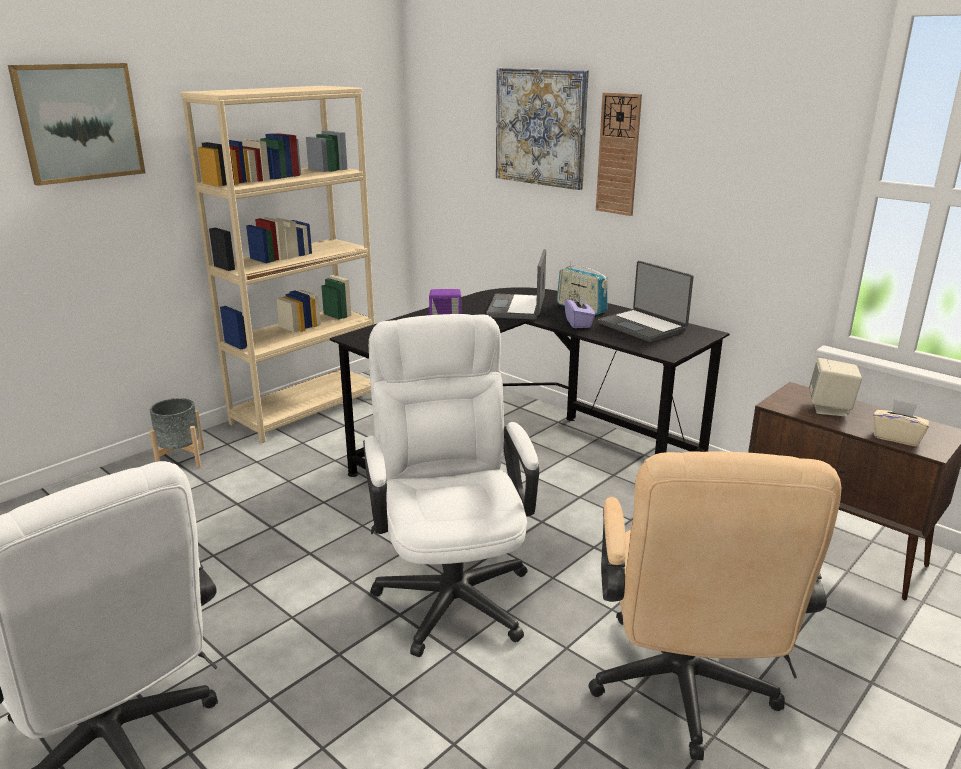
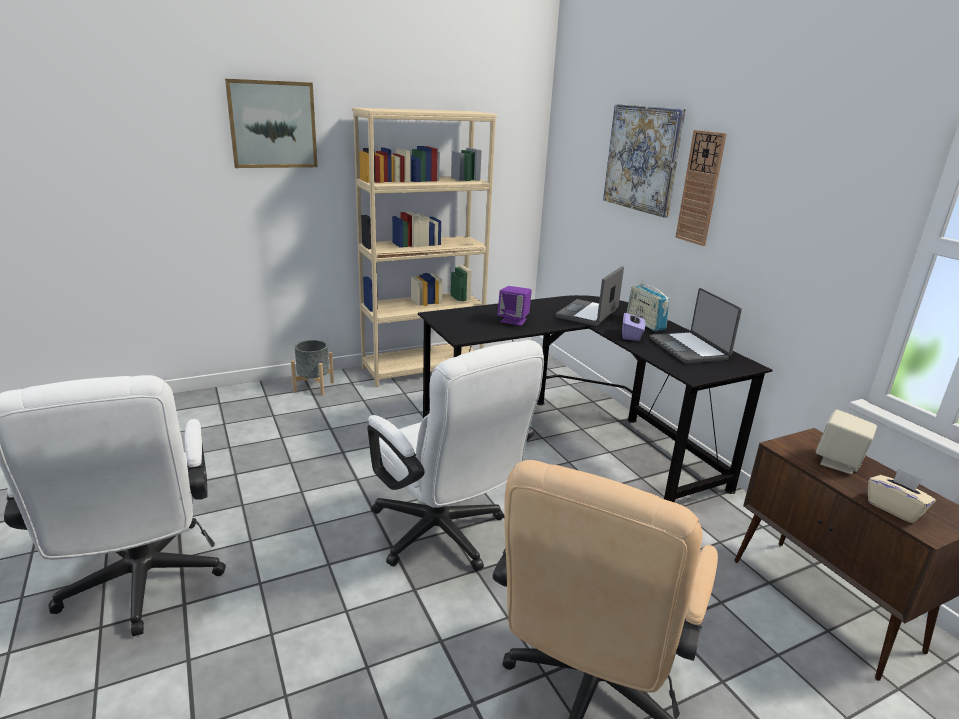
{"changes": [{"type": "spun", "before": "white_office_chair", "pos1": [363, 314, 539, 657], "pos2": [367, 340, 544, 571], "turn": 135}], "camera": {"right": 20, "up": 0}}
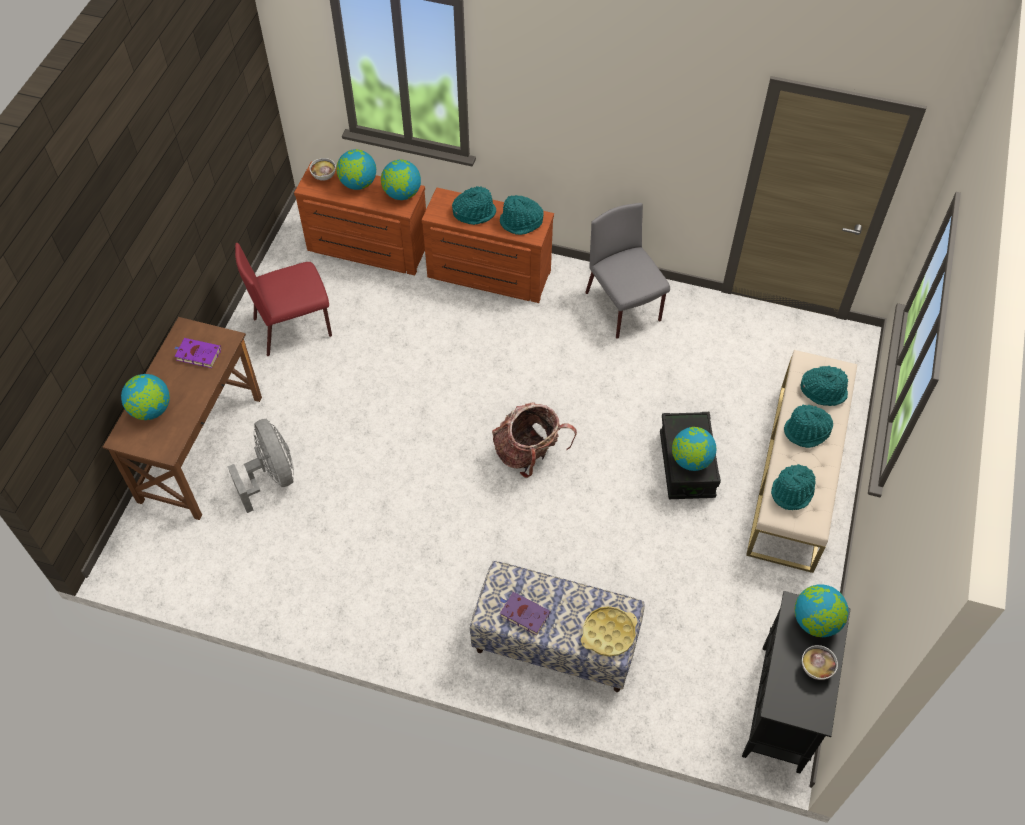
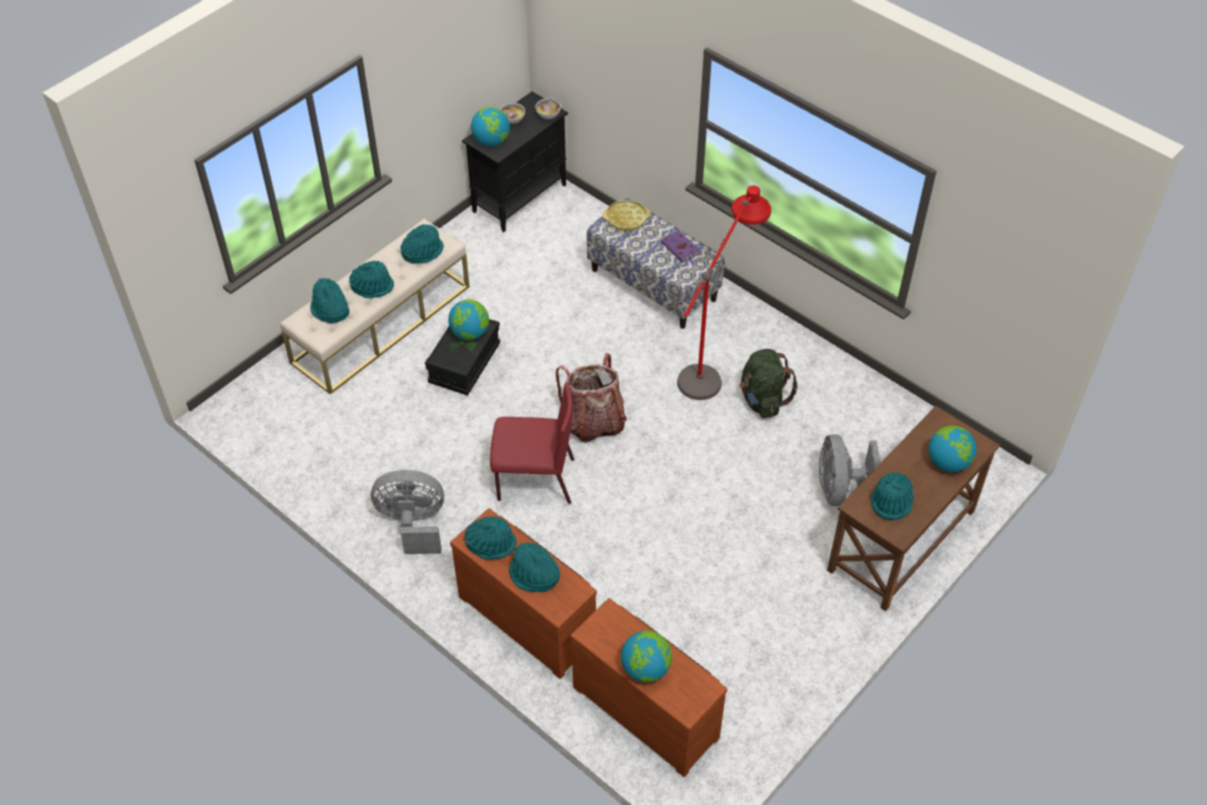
{"changes": [{"type": "exchanged", "before": "purple_book", "after": "turquoise_hat", "pos1": [174, 338, 221, 368], "pos2": [871, 472, 914, 520]}, {"type": "relocated", "before": "red_chair", "pos1": [235, 243, 332, 356], "pos2": [490, 382, 574, 504]}, {"type": "relocated", "before": "bowl", "pos1": [309, 158, 336, 181], "pos2": [536, 98, 561, 119]}, {"type": "missing", "before": "globe", "pos1": [381, 159, 421, 200]}, {"type": "exchanged", "before": "grey_chair", "after": "grey_fan", "pos1": [585, 203, 670, 339], "pos2": [371, 470, 444, 554]}, {"type": "appeared", "after": "red_floor_lamp", "pos2": [677, 186, 771, 400]}, {"type": "appeared", "after": "green_backpack", "pos2": [739, 349, 798, 419]}], "camera": {"right": -155, "up": -5}}
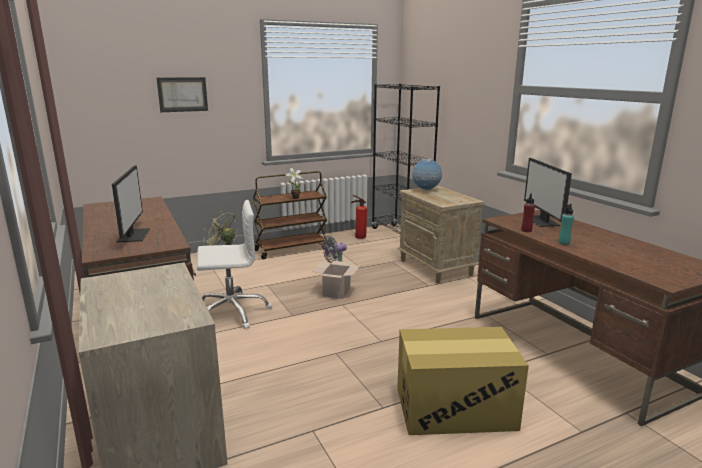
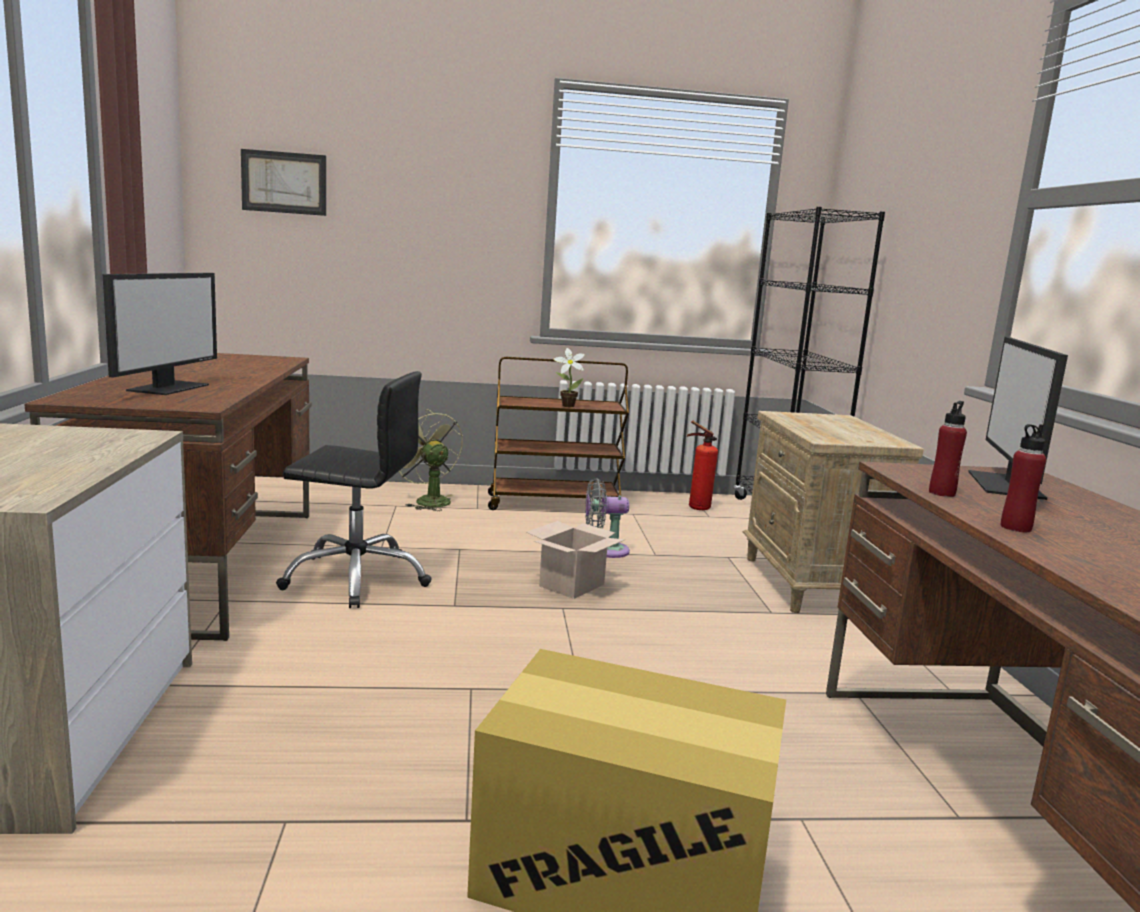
{"changes": [{"type": "relocated", "before": "picture", "pos1": [157, 77, 208, 112], "pos2": [241, 149, 326, 216]}, {"type": "colour", "before": "white_office_chair", "after": "black_office_chair", "pos1": [197, 200, 272, 329], "pos2": [276, 371, 432, 608]}, {"type": "missing", "before": "globe", "pos1": [412, 159, 442, 191]}, {"type": "colour", "before": "turquoise_bottle", "after": "red_bottle", "pos1": [558, 204, 574, 245], "pos2": [1001, 424, 1046, 532]}], "camera": {"right": 20, "up": -5}}
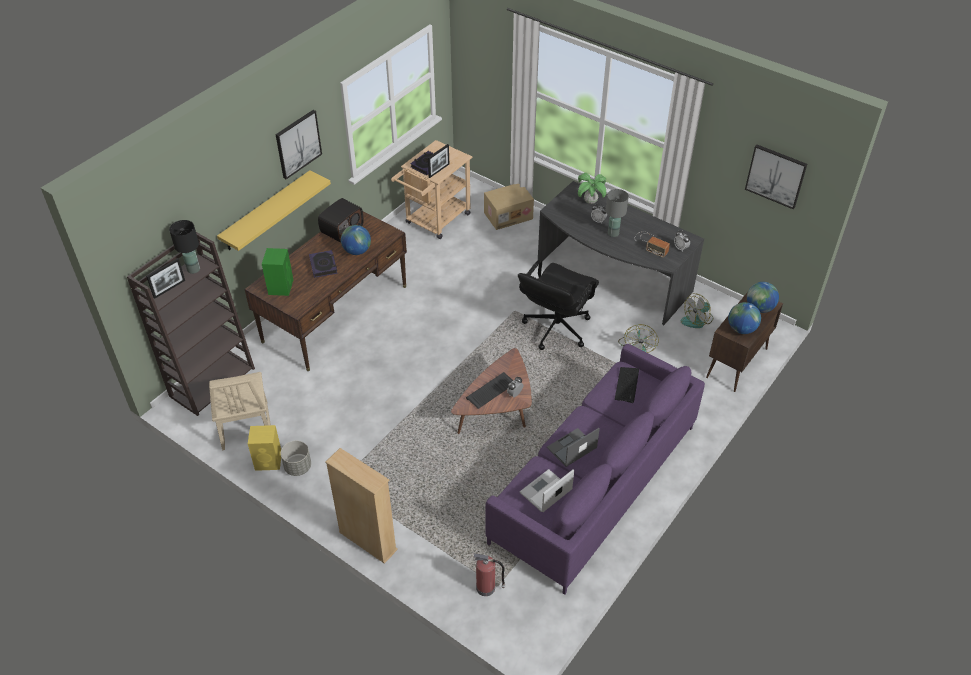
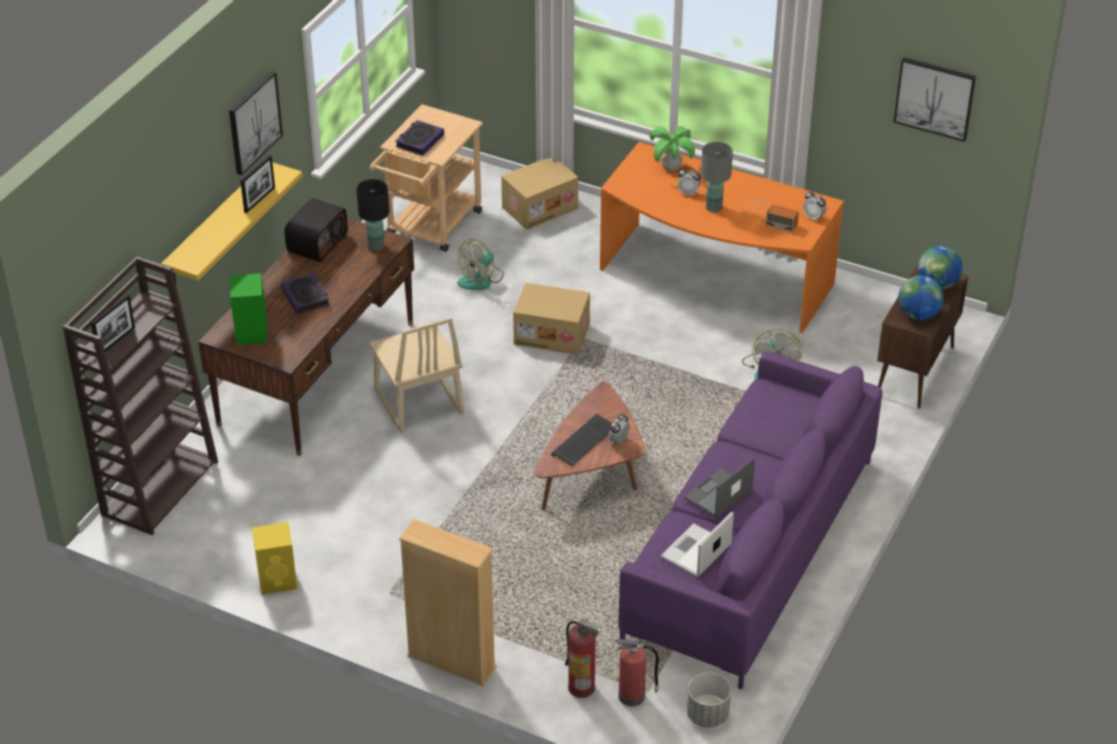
{"changes": [{"type": "relocated", "before": "black_table_lamp", "pos1": [169, 220, 200, 274], "pos2": [356, 179, 389, 251]}, {"type": "relocated", "before": "beige_chair", "pos1": [209, 372, 271, 450], "pos2": [369, 317, 464, 433]}, {"type": "relocated", "before": "grey_planter", "pos1": [281, 441, 311, 476], "pos2": [687, 672, 731, 728]}, {"type": "missing", "before": "globe", "pos1": [341, 225, 371, 255]}, {"type": "relocated", "before": "picture_frame", "pos1": [428, 144, 449, 178], "pos2": [240, 155, 275, 213]}, {"type": "missing", "before": "black_office_chair", "pos1": [518, 259, 599, 350]}, {"type": "colour", "before": "grey_desk", "after": "orange_desk", "pos1": [538, 181, 704, 325], "pos2": [600, 142, 844, 333]}, {"type": "missing", "before": "keyboard", "pos1": [615, 367, 639, 403]}, {"type": "relocated", "before": "fan", "pos1": [681, 293, 713, 328], "pos2": [457, 239, 504, 290]}, {"type": "appeared", "after": "cardboard_box", "pos2": [513, 283, 590, 354]}, {"type": "appeared", "after": "fire_extinguisher", "pos2": [565, 619, 599, 698]}], "camera": {"right": -10, "up": -5}}
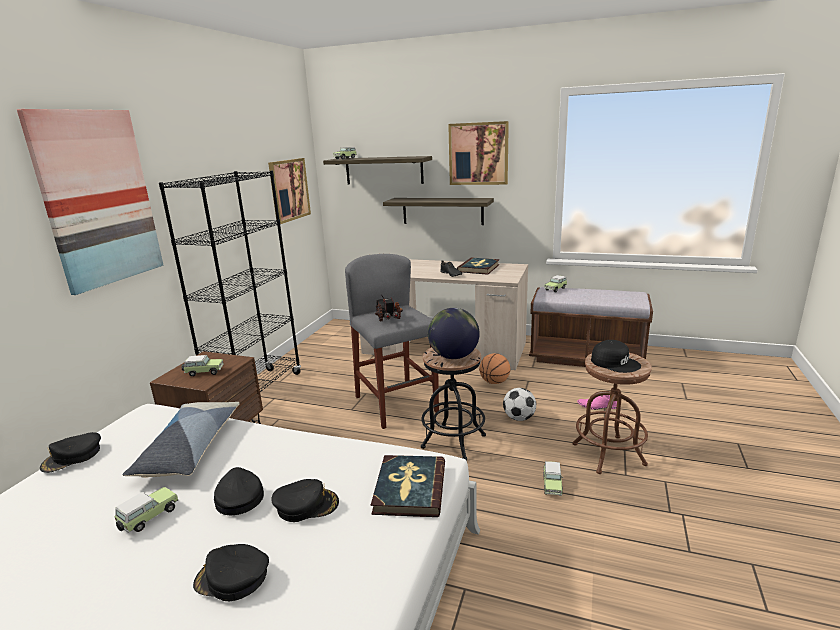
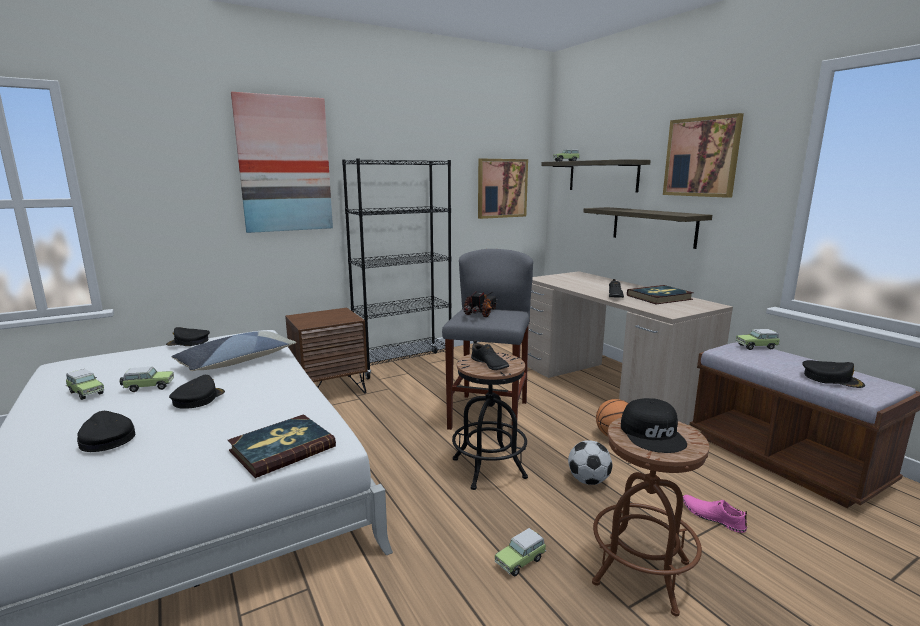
{"changes": [{"type": "relocated", "before": "toy_car", "pos1": [181, 355, 224, 377], "pos2": [66, 369, 104, 400]}, {"type": "relocated", "before": "black_cap", "pos1": [271, 479, 339, 522], "pos2": [803, 360, 865, 388]}, {"type": "exchanged", "before": "globe", "after": "black_shoe", "pos1": [428, 308, 480, 359], "pos2": [471, 340, 509, 370]}], "camera": {"right": 40, "up": -5}}
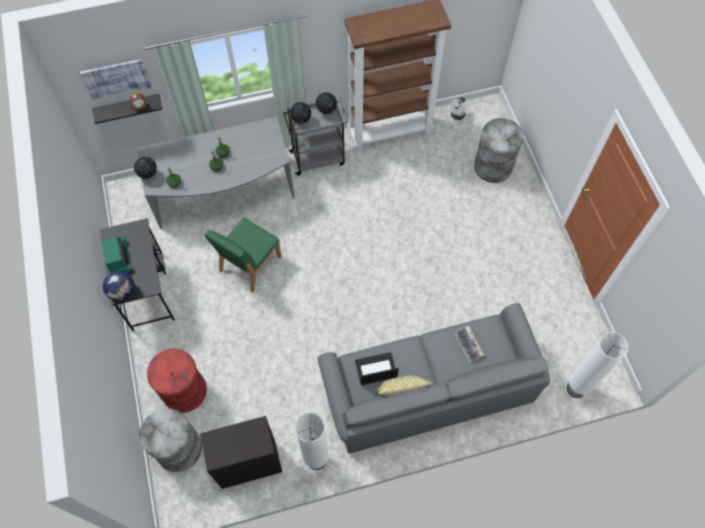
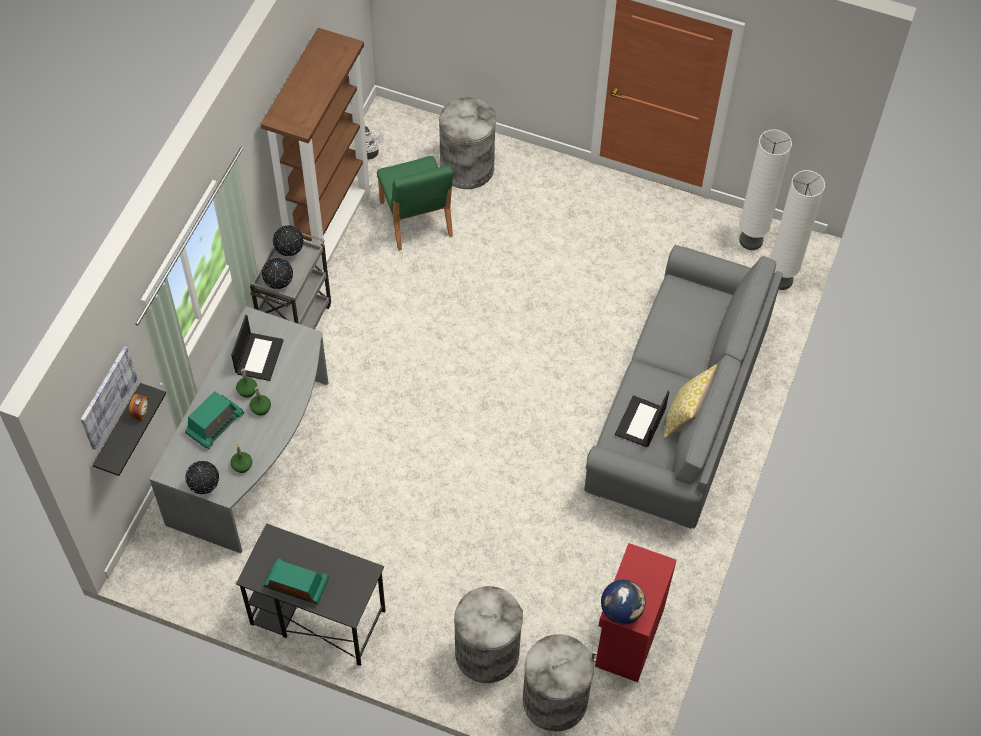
{"changes": [{"type": "relocated", "before": "globe", "pos1": [103, 271, 135, 301], "pos2": [601, 580, 646, 625]}, {"type": "colour", "before": "red_trash_can", "after": "grey_trash_can", "pos1": [147, 348, 207, 413], "pos2": [454, 586, 523, 683]}, {"type": "colour", "before": "black_cabinet", "after": "red_cabinet", "pos1": [200, 416, 282, 489], "pos2": [592, 543, 677, 682]}, {"type": "relocated", "before": "green_chair", "pos1": [204, 218, 282, 293], "pos2": [377, 156, 453, 251]}, {"type": "relocated", "before": "white_floor_lamp", "pos1": [295, 412, 329, 470], "pos2": [739, 129, 792, 250]}, {"type": "missing", "before": "keyboard", "pos1": [455, 325, 484, 362]}, {"type": "appeared", "after": "radio", "pos2": [185, 391, 244, 449]}, {"type": "appeared", "after": "laptop", "pos2": [231, 315, 284, 381]}], "camera": {"right": -55, "up": -5}}
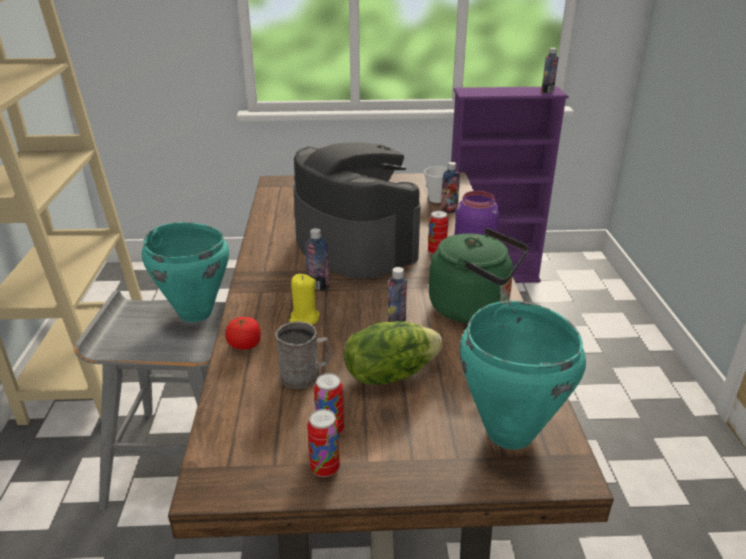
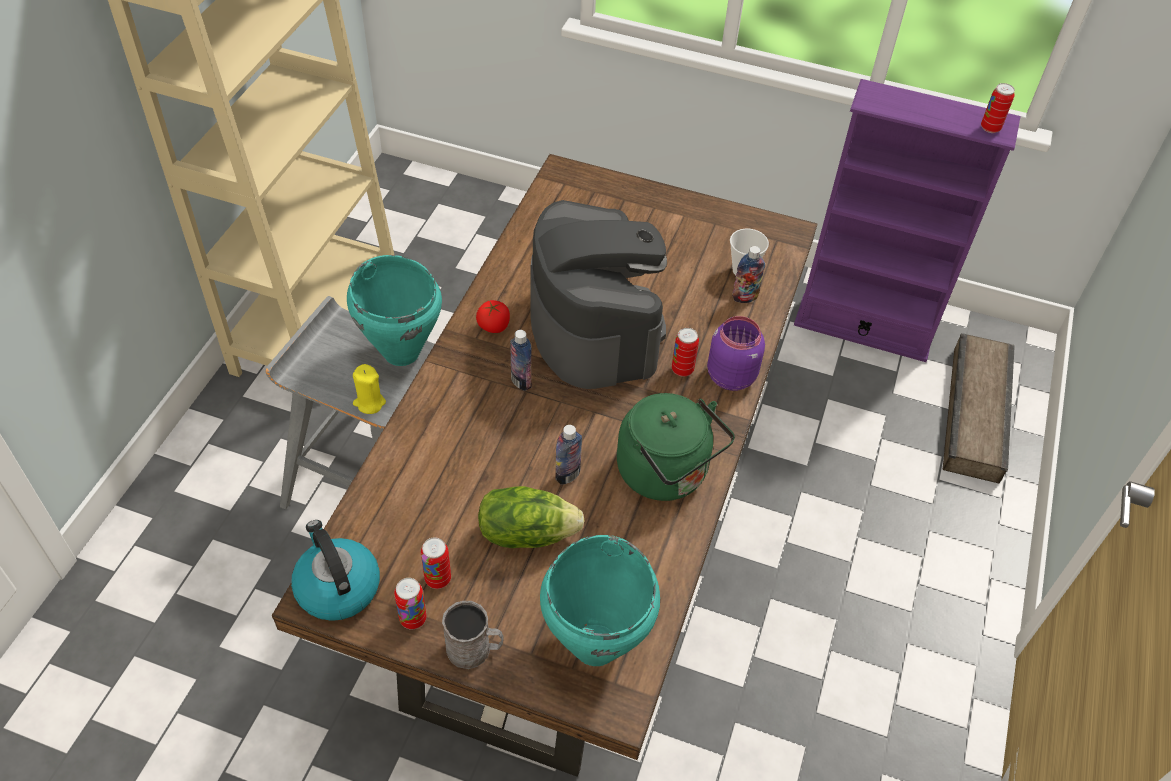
{"changes": [{"type": "relocated", "before": "tomato", "pos1": [225, 317, 261, 350], "pos2": [476, 300, 510, 333]}, {"type": "relocated", "before": "grey_mug", "pos1": [275, 321, 331, 389], "pos2": [442, 601, 504, 669]}, {"type": "relocated", "before": "yellow_candle", "pos1": [289, 274, 320, 325], "pos2": [353, 364, 386, 414]}, {"type": "exchanged", "before": "bottle", "after": "can", "pos1": [541, 48, 558, 93], "pos2": [981, 83, 1015, 133]}, {"type": "appeared", "after": "kettle", "pos2": [291, 520, 380, 621]}, {"type": "appeared", "after": "crate", "pos2": [943, 333, 1015, 484]}], "camera": {"right": 20, "up": 20}}
